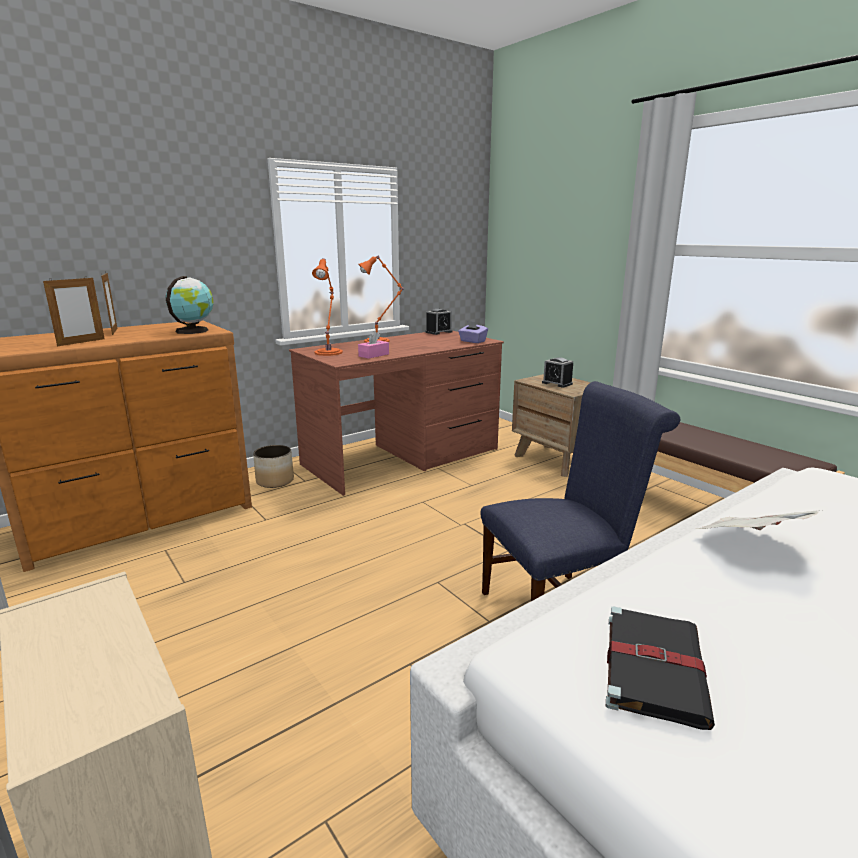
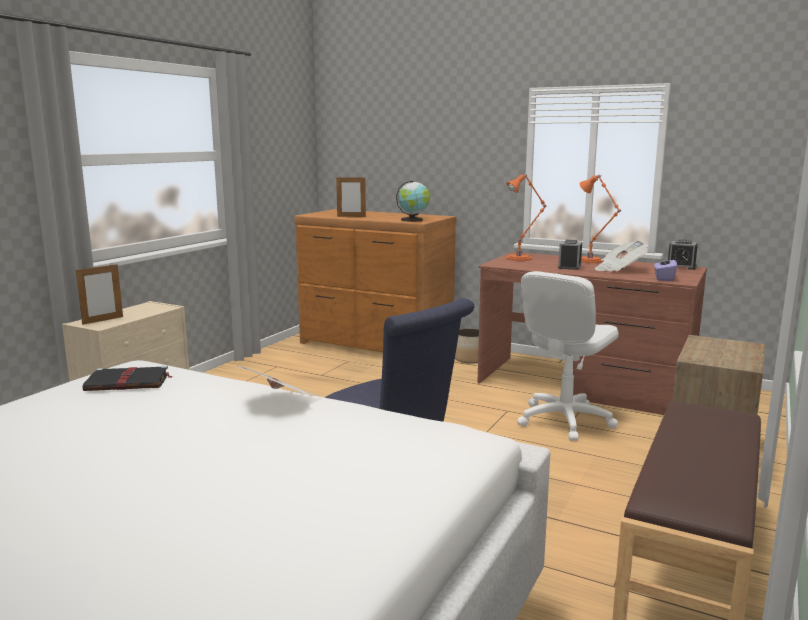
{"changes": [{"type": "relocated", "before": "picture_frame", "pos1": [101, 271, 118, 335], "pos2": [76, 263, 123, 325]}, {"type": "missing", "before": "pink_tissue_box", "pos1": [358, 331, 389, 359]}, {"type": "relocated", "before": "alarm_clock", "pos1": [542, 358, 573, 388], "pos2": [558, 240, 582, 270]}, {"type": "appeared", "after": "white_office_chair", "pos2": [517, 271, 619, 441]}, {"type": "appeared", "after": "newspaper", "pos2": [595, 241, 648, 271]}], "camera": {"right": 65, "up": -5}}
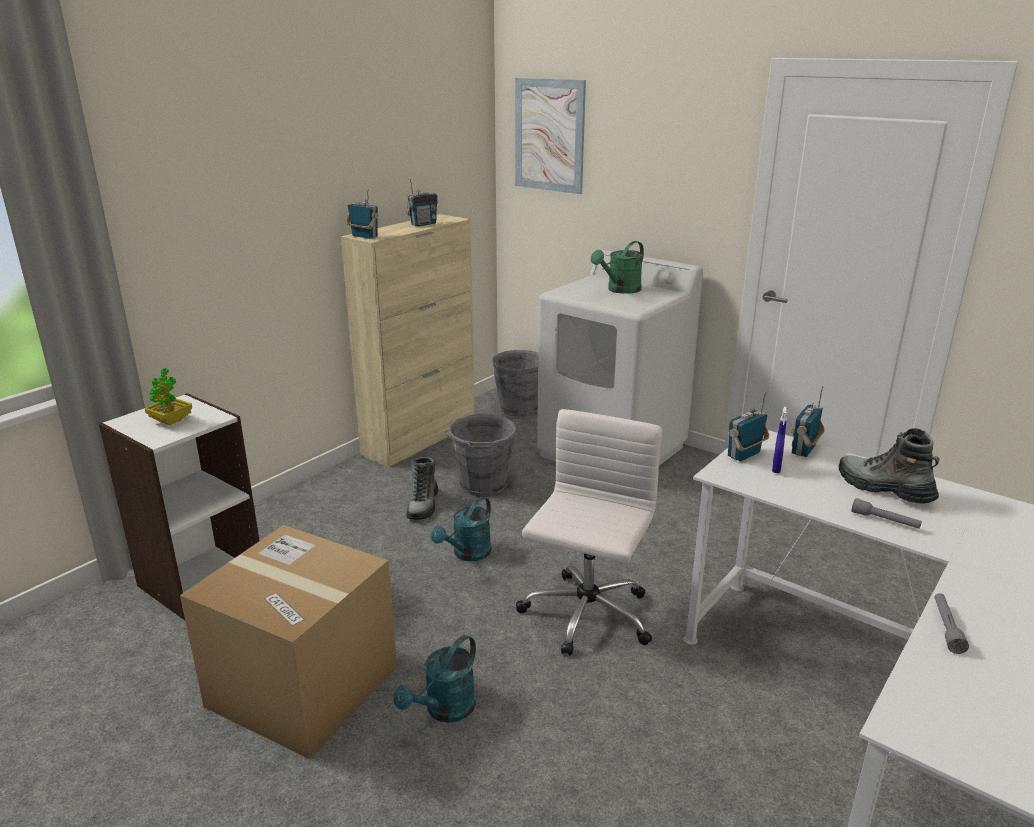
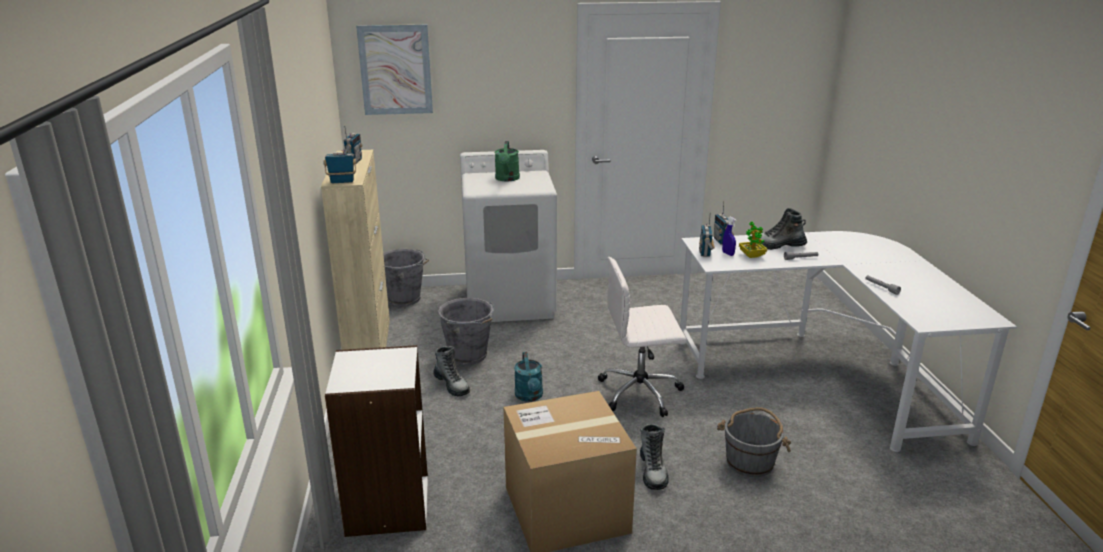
{"changes": [{"type": "relocated", "before": "potted_plant", "pos1": [145, 368, 192, 425], "pos2": [739, 221, 767, 258]}, {"type": "exchanged", "before": "turquoise_watering_can", "after": "boot", "pos1": [393, 635, 476, 723], "pos2": [640, 424, 669, 490]}, {"type": "spun", "before": "white_office_chair", "pos1": [516, 409, 662, 656], "pos2": [598, 257, 687, 417], "turn": -75}, {"type": "appeared", "after": "grey_bucket", "pos2": [717, 407, 791, 477]}], "camera": {"right": -45, "up": 0}}
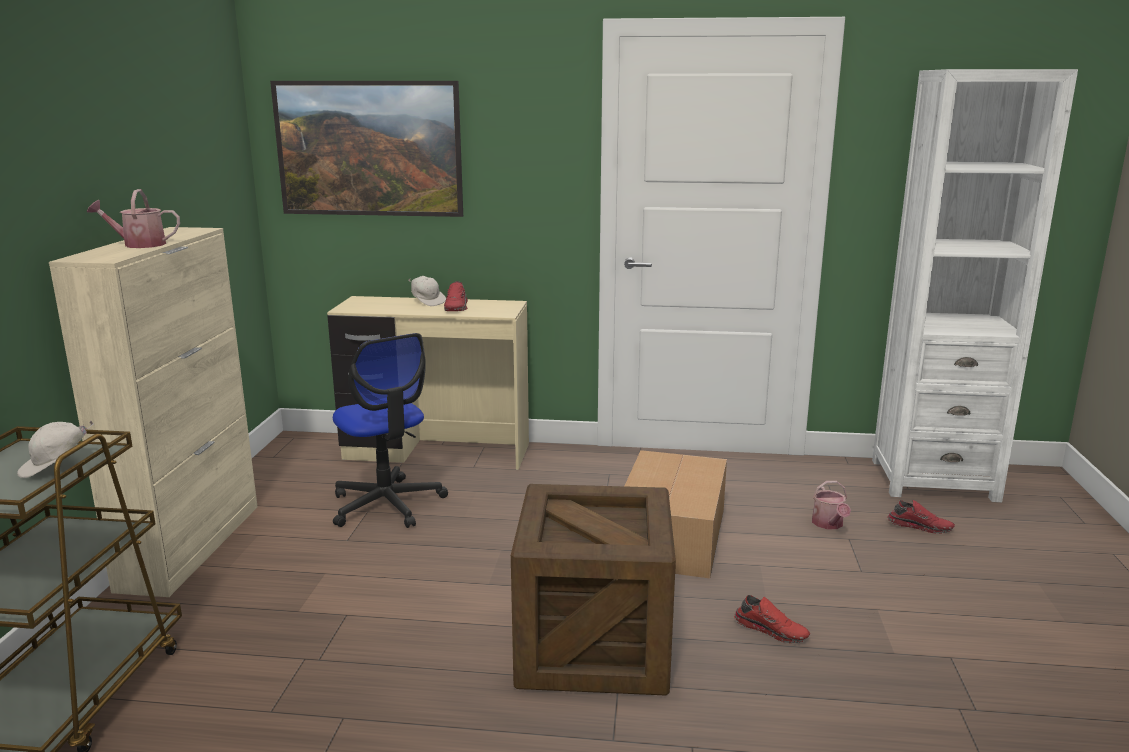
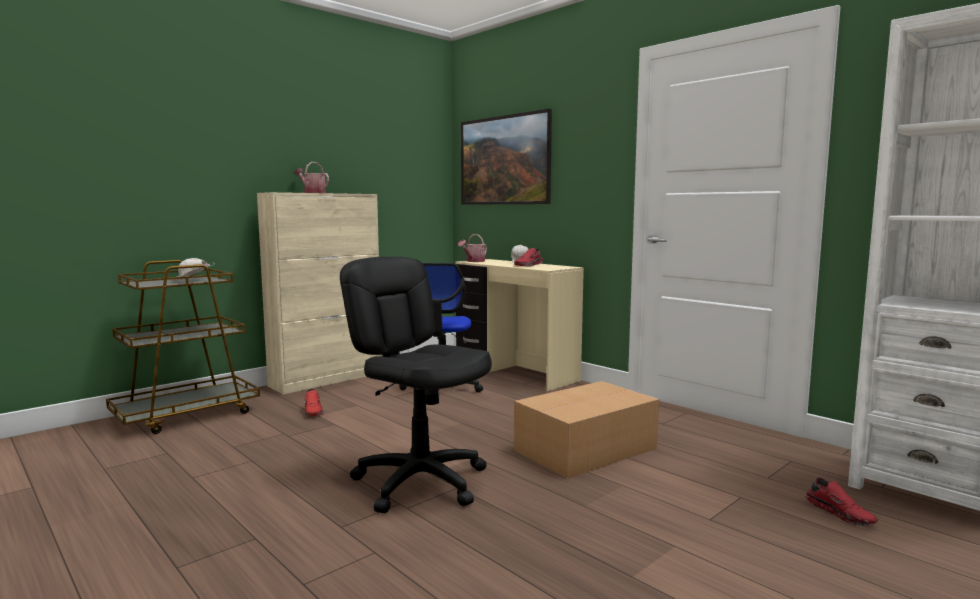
{"changes": [{"type": "exchanged", "before": "crate", "after": "black_office_chair", "pos1": [511, 484, 676, 695], "pos2": [340, 256, 492, 513]}, {"type": "relocated", "before": "red_shoe", "pos1": [734, 595, 810, 643], "pos2": [304, 389, 324, 416]}, {"type": "relocated", "before": "watering_can", "pos1": [812, 481, 851, 529], "pos2": [458, 234, 487, 262]}], "camera": {"right": 40, "up": -10}}
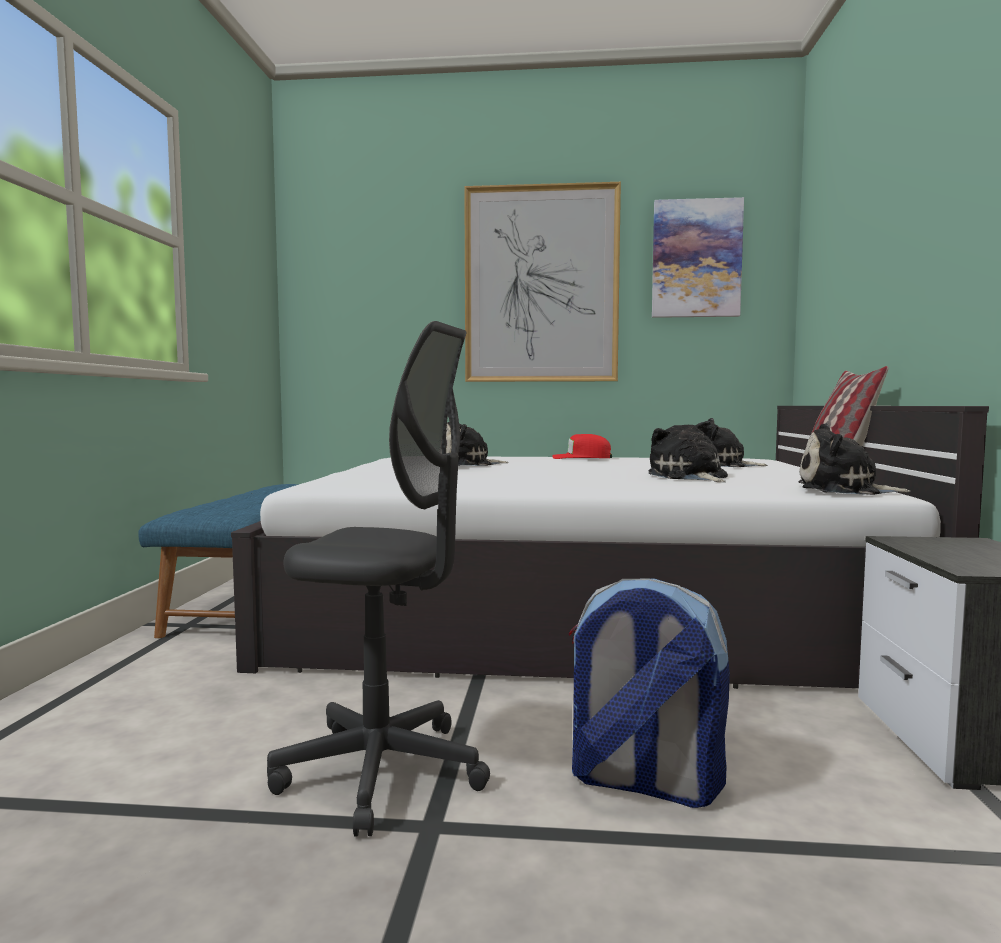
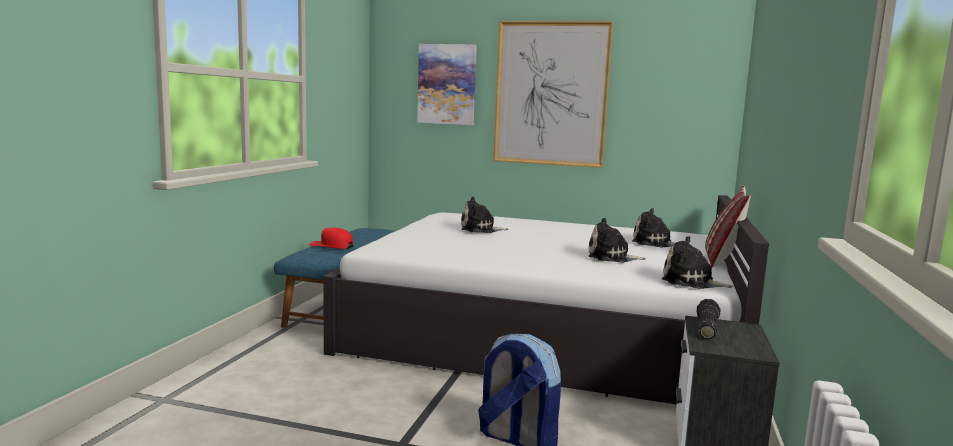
{"changes": [{"type": "missing", "before": "grey_office_chair", "pos1": [267, 321, 490, 837]}, {"type": "relocated", "before": "red_cap", "pos1": [552, 434, 612, 459], "pos2": [309, 227, 354, 249]}, {"type": "spun", "before": "plush_toy", "pos1": [649, 421, 728, 482], "pos2": [588, 218, 646, 263], "turn": -75}, {"type": "relocated", "before": "picture", "pos1": [652, 197, 744, 318], "pos2": [417, 44, 477, 125]}, {"type": "appeared", "after": "flashlight", "pos2": [697, 299, 721, 340]}], "camera": {"right": 10, "up": 5}}
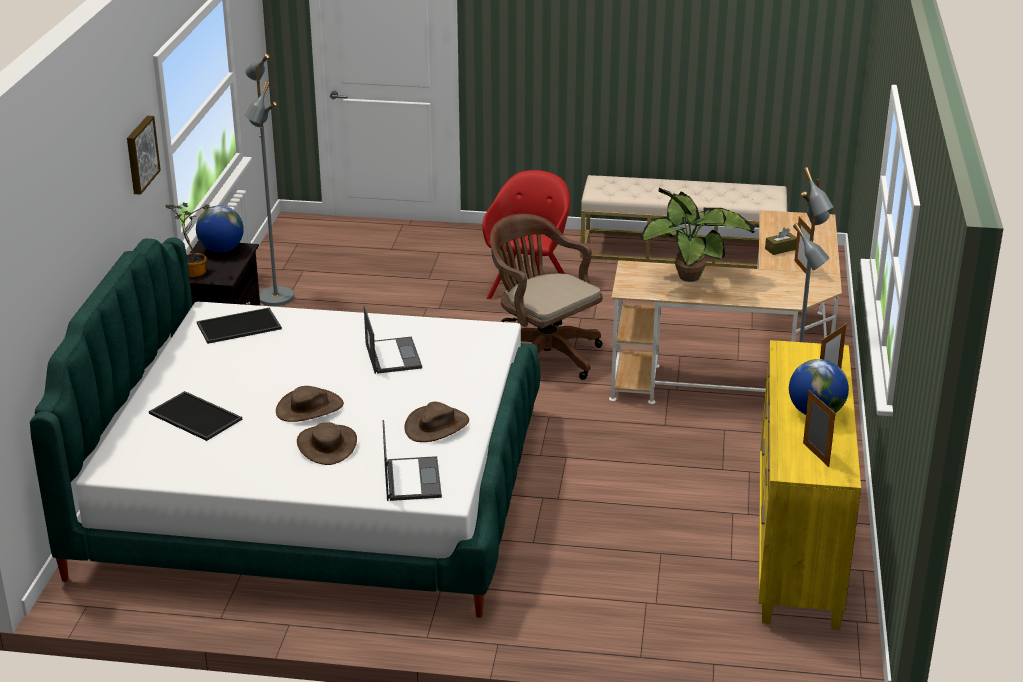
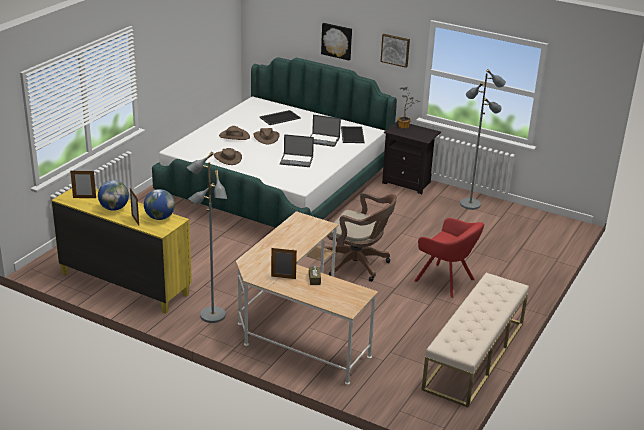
{"changes": [{"type": "relocated", "before": "globe", "pos1": [196, 205, 244, 253], "pos2": [144, 189, 175, 220]}, {"type": "relocated", "before": "laptop", "pos1": [383, 420, 442, 501], "pos2": [310, 115, 341, 147]}, {"type": "spun", "before": "brown_office_chair", "pos1": [490, 214, 603, 380], "pos2": [325, 192, 397, 282], "turn": 45}, {"type": "missing", "before": "potted_plant", "pos1": [640, 188, 755, 282]}, {"type": "appeared", "after": "picture", "pos2": [321, 23, 352, 60]}], "camera": {"right": 110, "up": 0}}
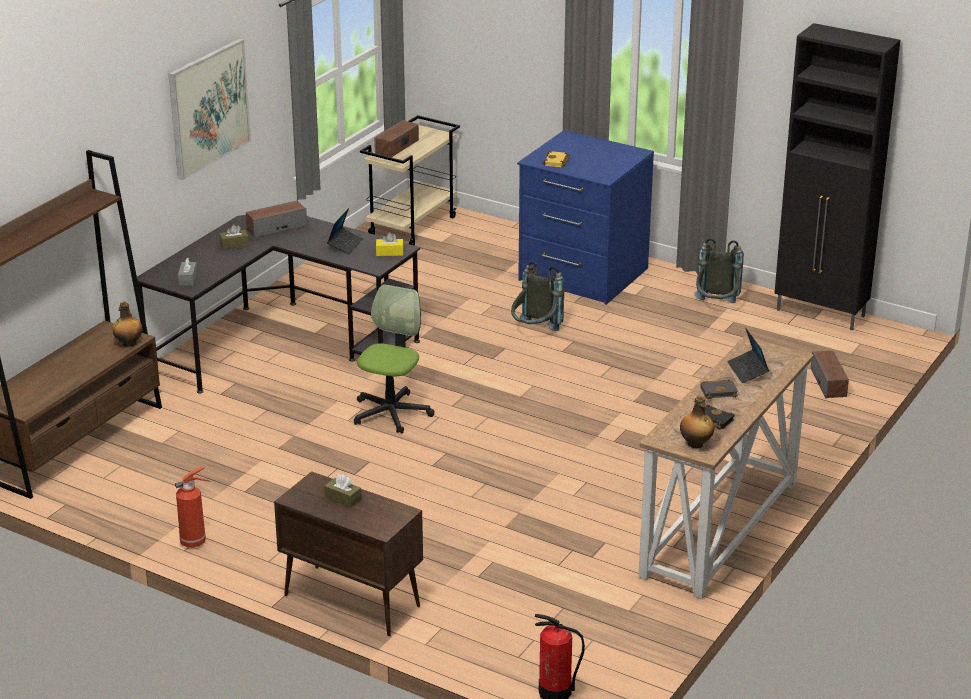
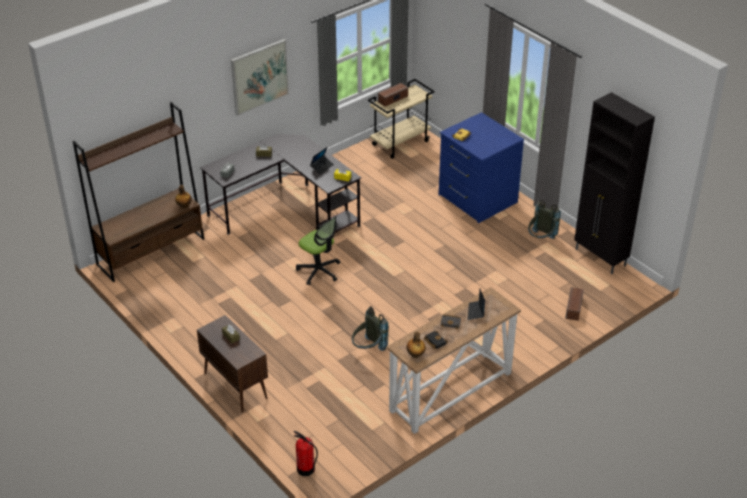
{"changes": [{"type": "missing", "before": "fire_extinguisher", "pos1": [175, 466, 210, 547]}, {"type": "missing", "before": "speaker", "pos1": [246, 201, 307, 238]}, {"type": "spun", "before": "office_chair", "pos1": [354, 284, 435, 434], "pos2": [296, 216, 340, 285], "turn": 90}, {"type": "relocated", "before": "grey_backpack", "pos1": [511, 261, 565, 331], "pos2": [352, 306, 389, 351]}], "camera": {"right": 20, "up": 10}}
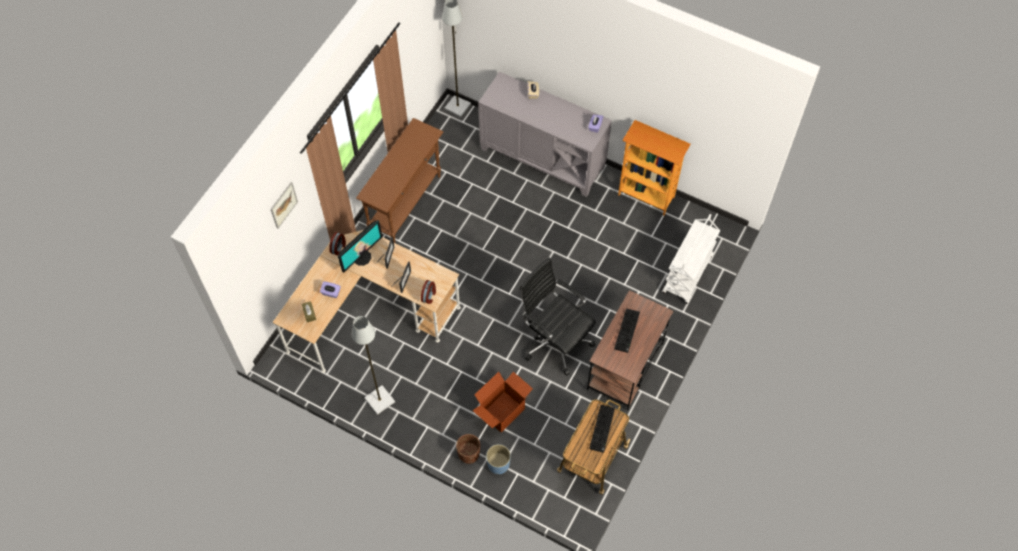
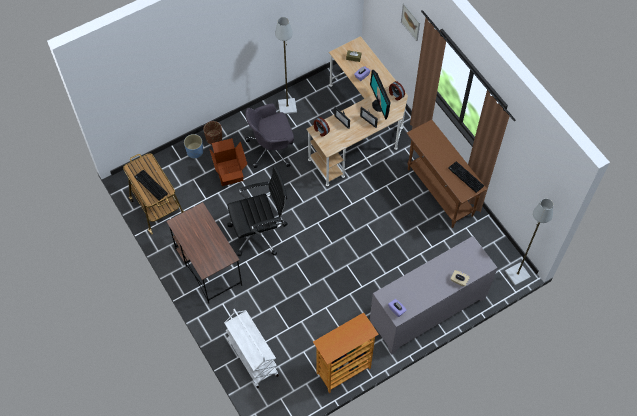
{"changes": [{"type": "relocated", "before": "keyboard", "pos1": [614, 308, 640, 353], "pos2": [448, 161, 484, 193]}, {"type": "appeared", "after": "grey_office_chair", "pos2": [245, 103, 294, 168]}], "camera": {"right": 120, "up": 0}}
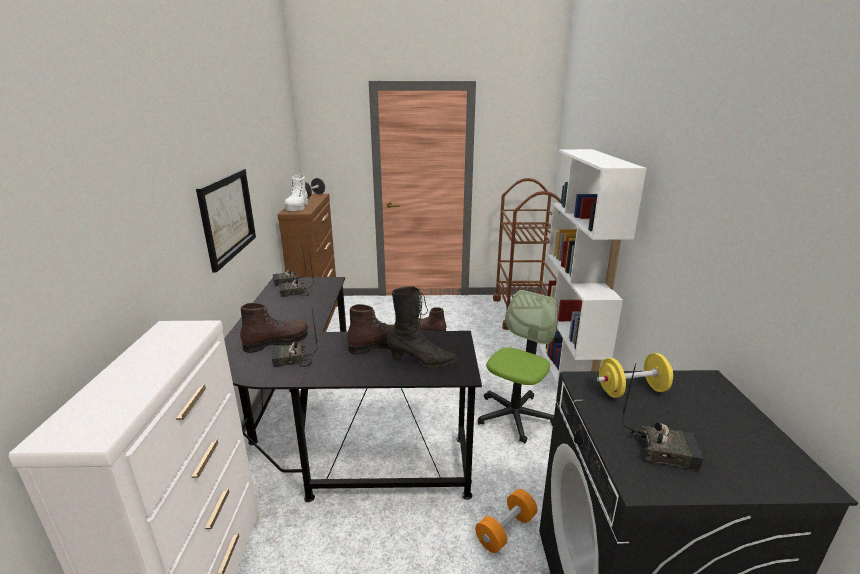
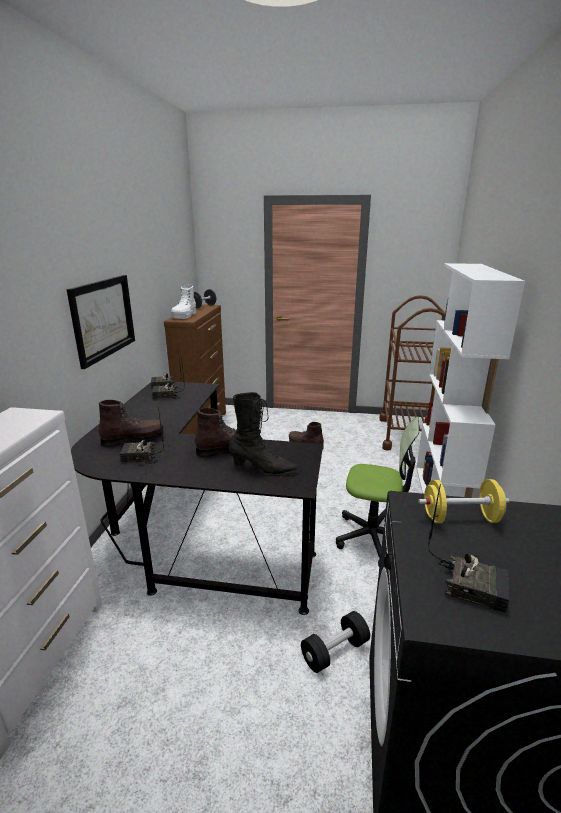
{"changes": [{"type": "colour", "before": "orange_dumbbell", "after": "black_dumbbell", "pos1": [475, 489, 538, 553], "pos2": [301, 611, 370, 673]}, {"type": "spun", "before": "office_chair", "pos1": [478, 290, 558, 444], "pos2": [336, 417, 419, 566], "turn": 60}], "camera": {"right": 10, "up": 0}}
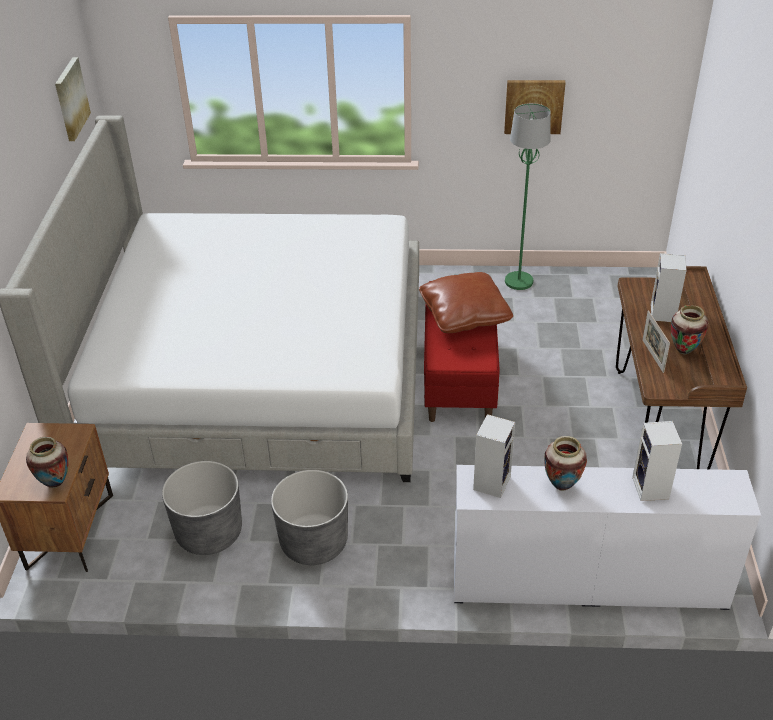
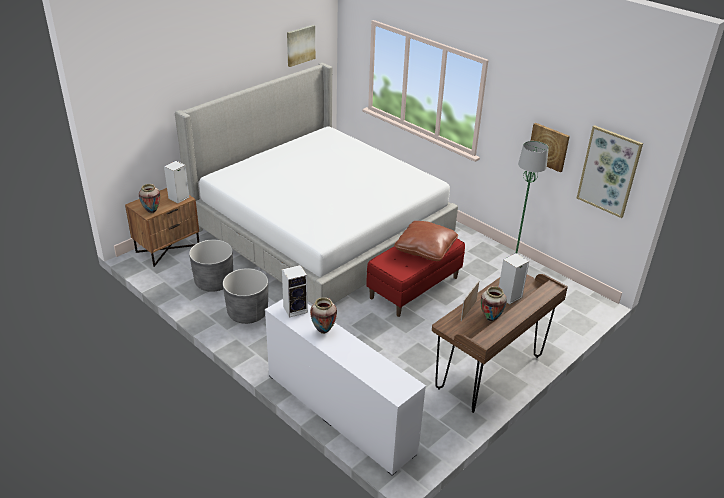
{"changes": [{"type": "relocated", "before": "speaker", "pos1": [632, 421, 682, 501], "pos2": [164, 161, 190, 203]}, {"type": "appeared", "after": "picture", "pos2": [577, 125, 643, 218]}], "camera": {"right": 40, "up": -5}}
